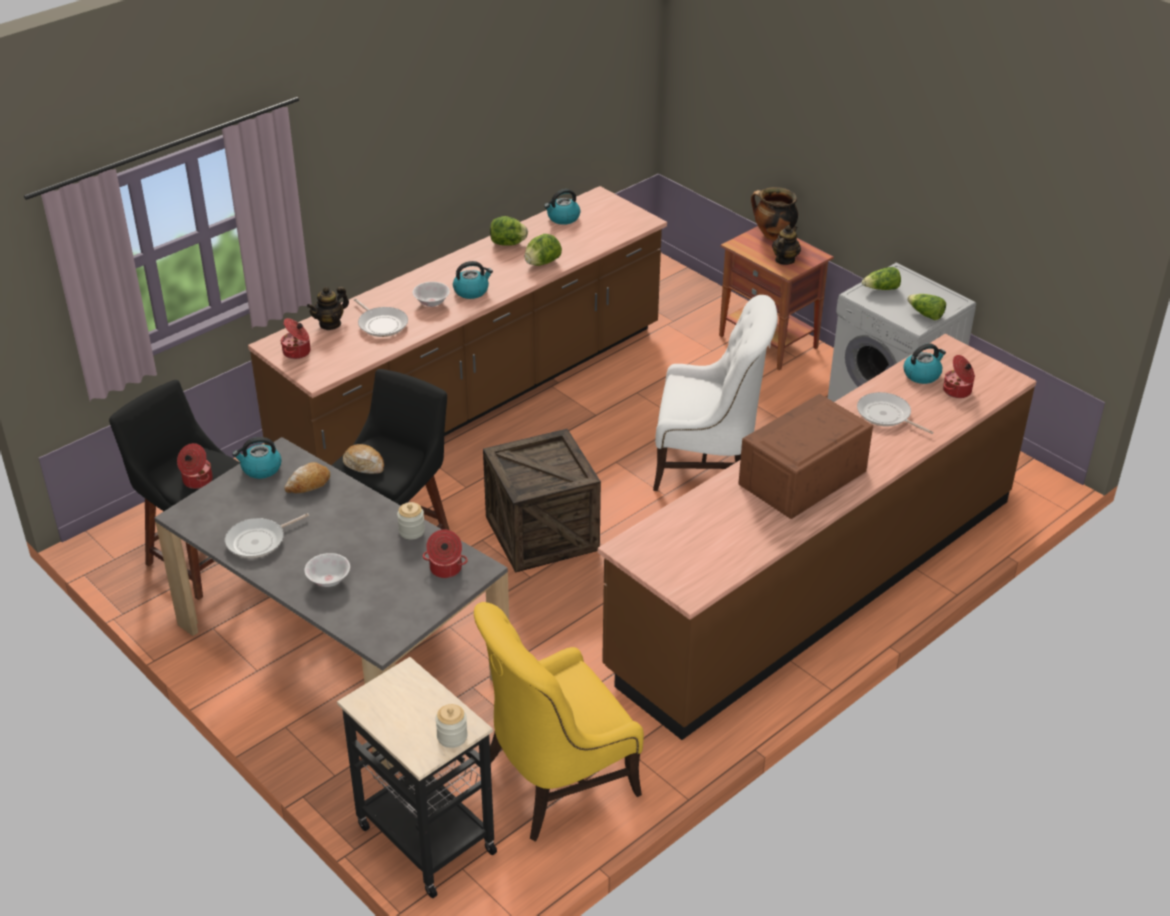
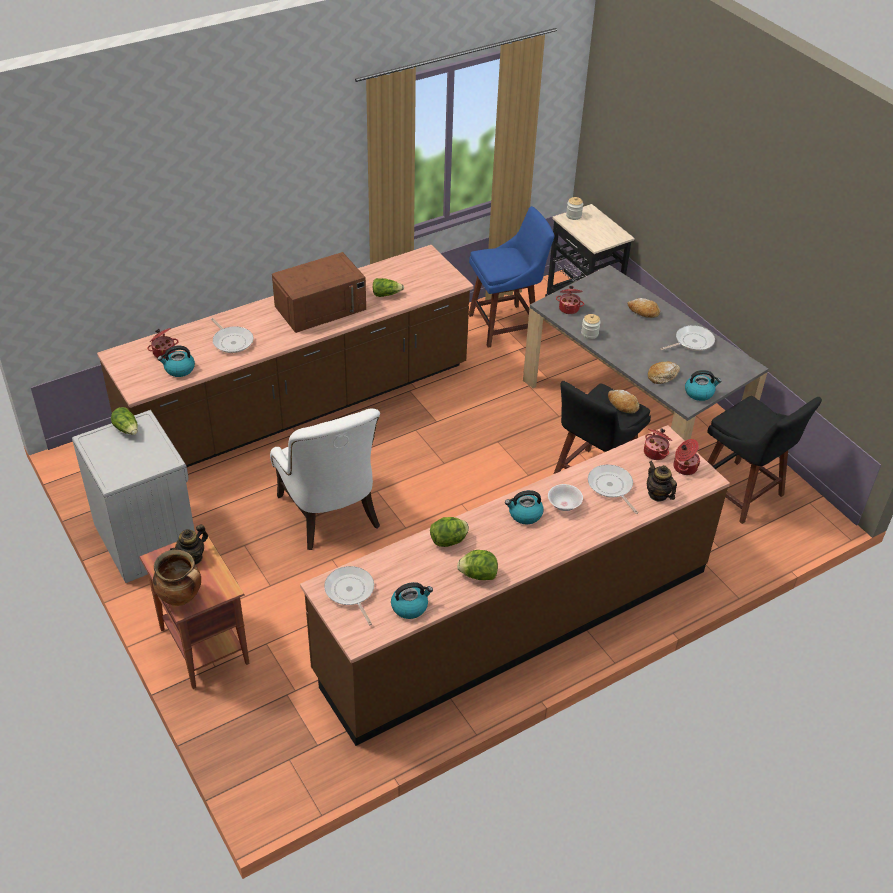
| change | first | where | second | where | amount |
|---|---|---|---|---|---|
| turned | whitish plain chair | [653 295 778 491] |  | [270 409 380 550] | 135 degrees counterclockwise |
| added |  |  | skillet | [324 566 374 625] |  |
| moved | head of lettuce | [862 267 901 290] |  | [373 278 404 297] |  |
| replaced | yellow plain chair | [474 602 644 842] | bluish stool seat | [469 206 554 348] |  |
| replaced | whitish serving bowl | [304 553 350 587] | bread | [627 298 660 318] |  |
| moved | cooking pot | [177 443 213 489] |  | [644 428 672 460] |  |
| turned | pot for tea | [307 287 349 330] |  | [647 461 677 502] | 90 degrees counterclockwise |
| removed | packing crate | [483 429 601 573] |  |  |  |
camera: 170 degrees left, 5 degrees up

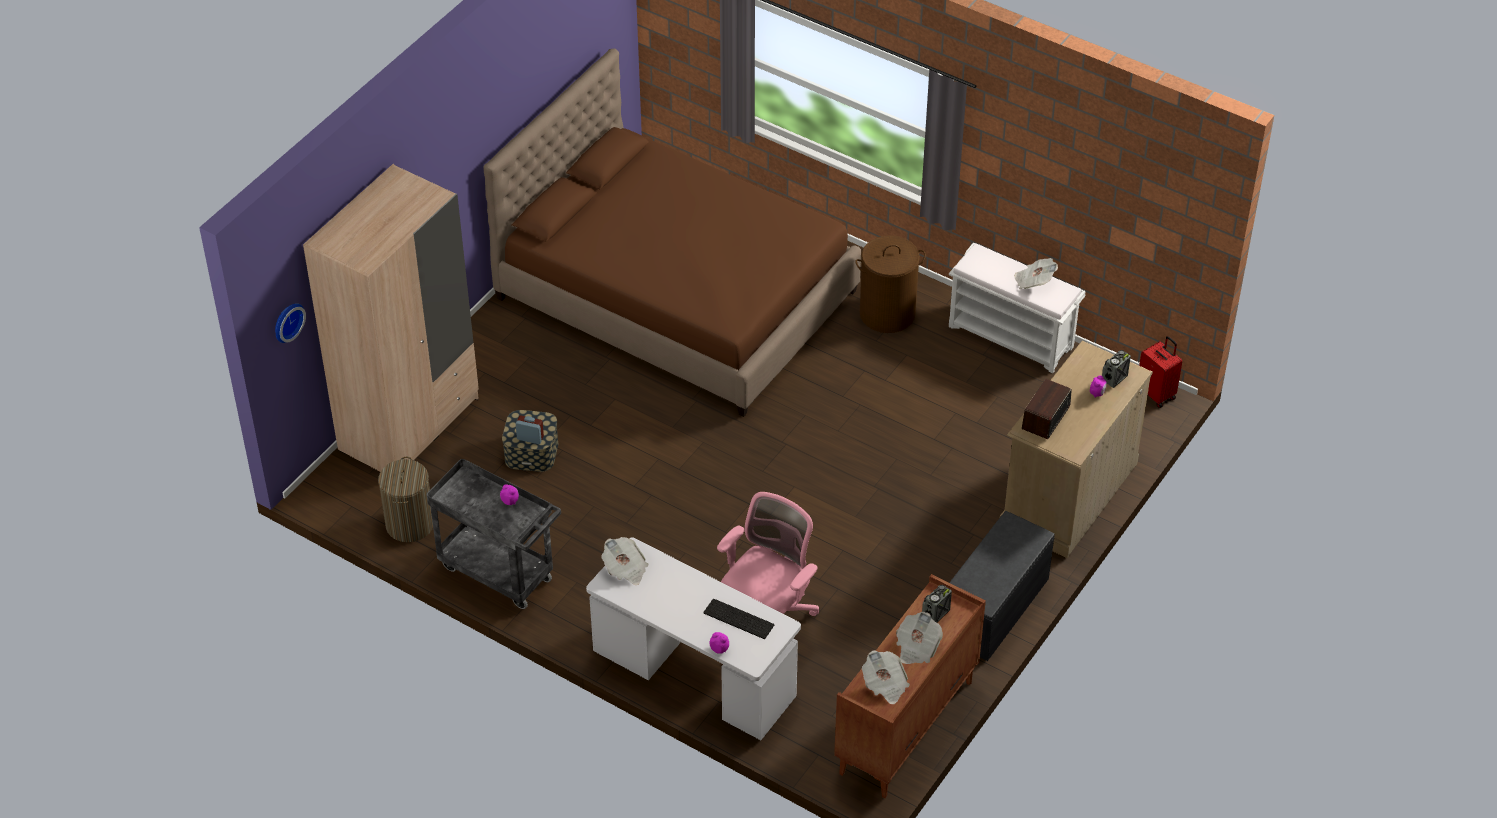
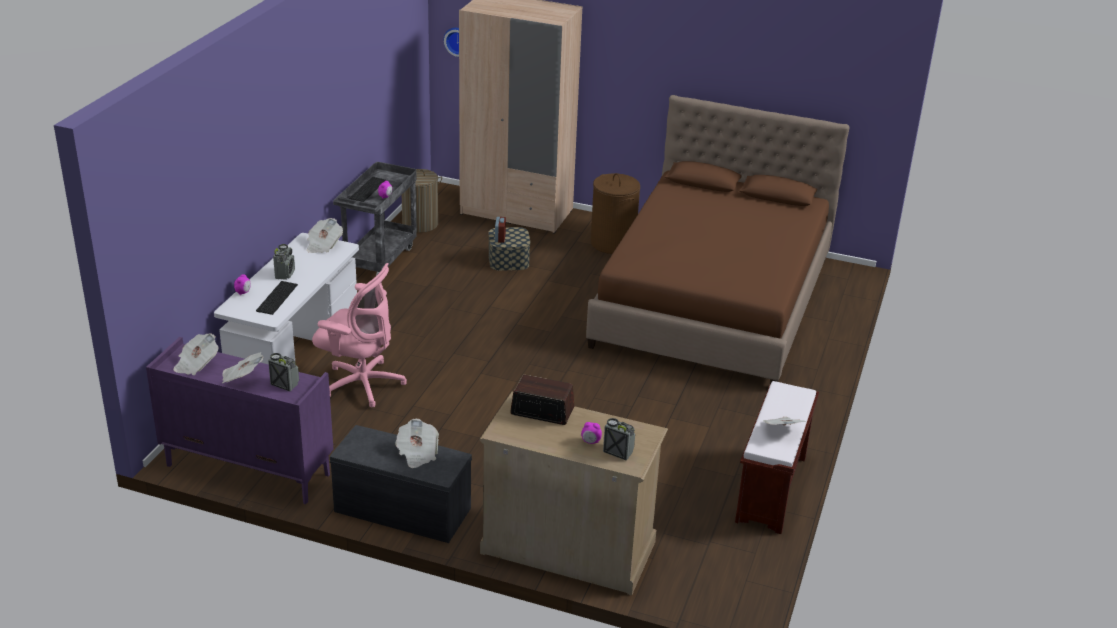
| change | first | where | second | where | amount |
|---|---|---|---|---|---|
| recoloured | brownish storage cabinet | [834 574 986 798] | purple-coloured storage cabinet | [146 337 333 504] |  |
| added |  |  | radio set | [273 244 295 280] |  |
| added |  |  | computer keyboard | [349 177 386 202] |  |
| added |  |  | daily paper | [395 419 439 468] |  |
| moved | brownish washing basket | [855 235 926 333] |  | [591 173 640 254] |  |
| recoloured | whitish long seat | [949 242 1086 373] | brownish long seat | [735 381 819 534] |  |
| removed | red piece of luggage | [1139 336 1182 408] |  |  |  |
camera: 75 degrees right, 15 degrees down

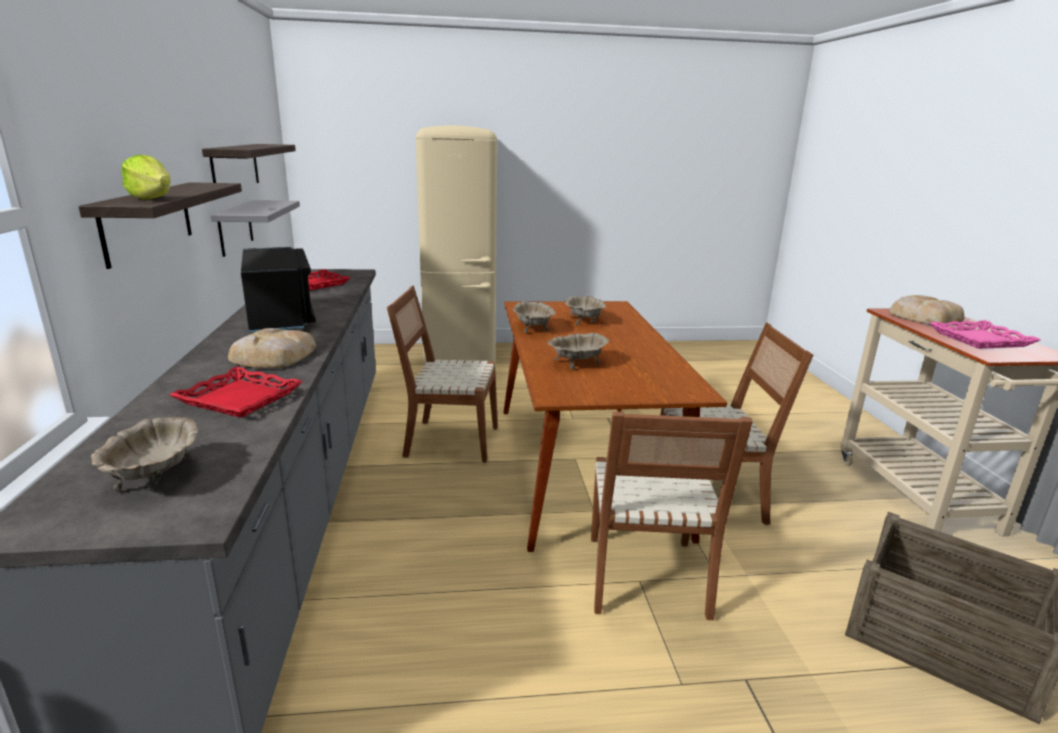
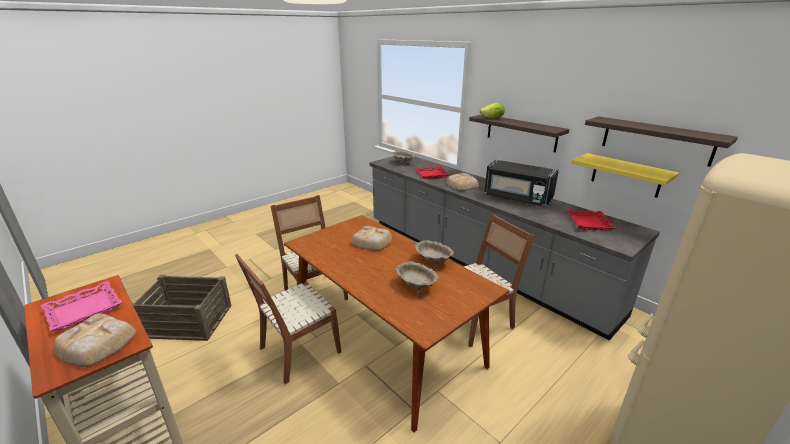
| change | first | where | second | where | amount |
|---|---|---|---|---|---|
| replaced | sand-coloured serving bowl | [547 333 609 369] | bread | [351 226 392 251] |  |
| recoloured | gray shelf | [210 200 300 257] | yellow shelf | [571 153 679 198] |  |
camera: 145 degrees right, 5 degrees up

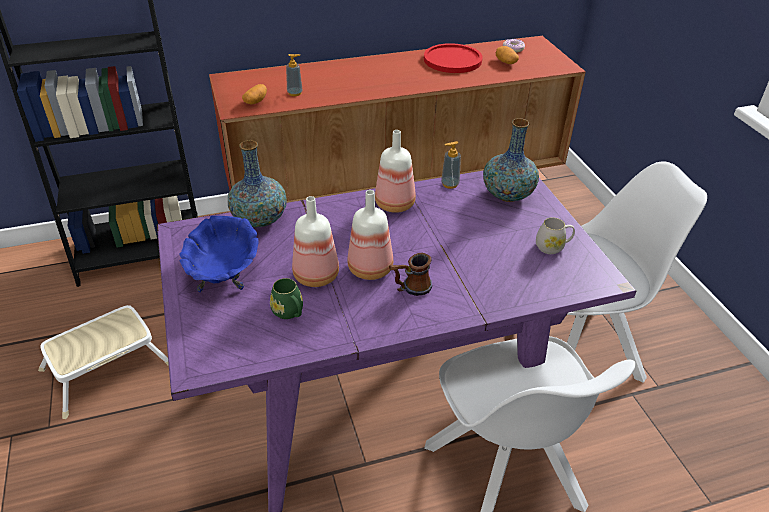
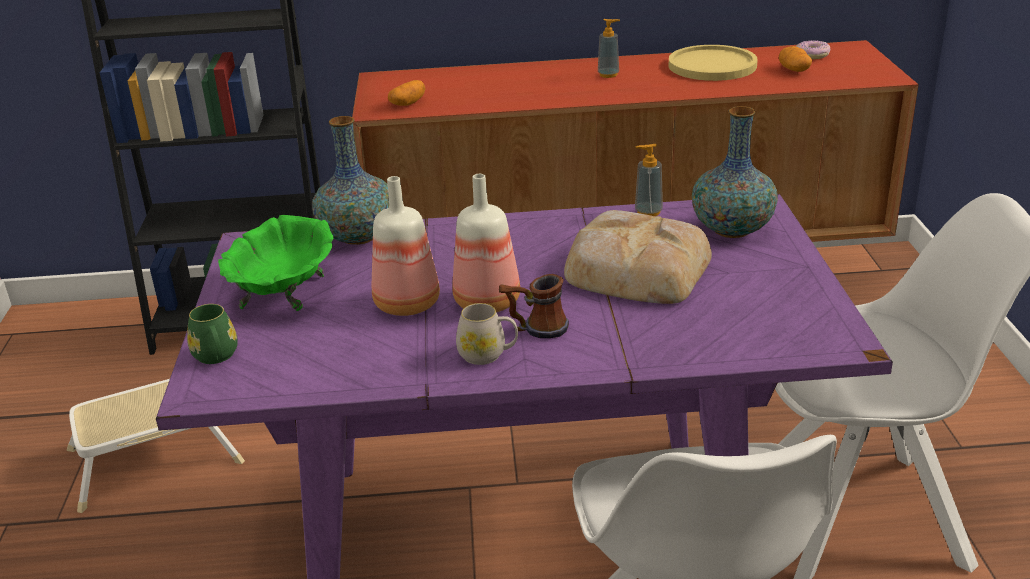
| change | first | where | second | where | amount |
|---|---|---|---|---|---|
| moved | green mug | [270 278 303 319] |  | [187 304 238 364] |  |
| recoloured | bluish serving bowl | [179 216 259 292] | green serving bowl | [218 215 333 311] |  |
| moved | whitish mug | [536 217 575 254] |  | [456 303 518 365] |  |
| added |  |  | bread | [564 210 712 304] |  |
| moved | soap dispenser | [286 54 303 96] |  | [598 19 620 78] |  |
| recoloured | red flat dish | [424 43 482 73] | yellow flat dish | [668 45 758 81] |  |
| removed | drink bottle | [375 130 416 213] |  |  |  |
camera: 15 degrees right, 10 degrees down

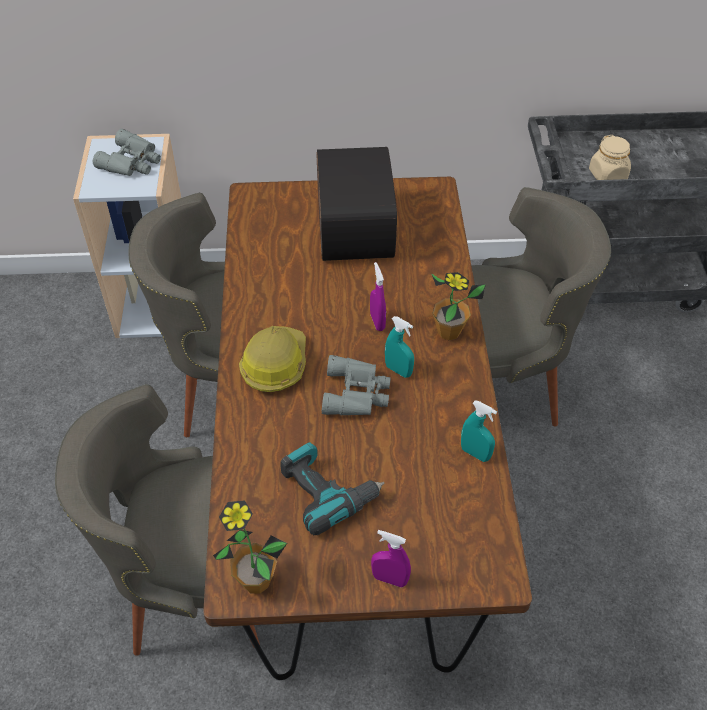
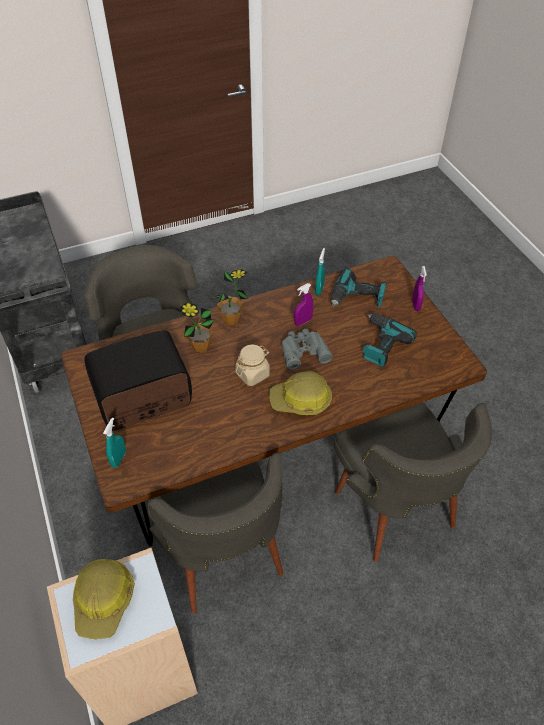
| change | first | where | second | where | amount |
|---|---|---|---|---|---|
| replaced | gray binoculars | [93 129 161 176] | hard hat | [73 559 135 639] |  |
| moved | turquoise sprayer | [385 316 414 378] |  | [103 417 126 468] |  |
| moved | plant in a pot | [213 500 287 594] |  | [180 301 214 353] |  |
| moved | sand-coloured jar | [589 135 631 180] |  | [235 344 270 386] |  |
| moved | purple-coloured sprayer | [370 262 386 331] |  | [294 283 313 326] |  |
| added |  |  | drill | [330 269 387 307] |  |
camera: 110 degrees left, 0 degrees up

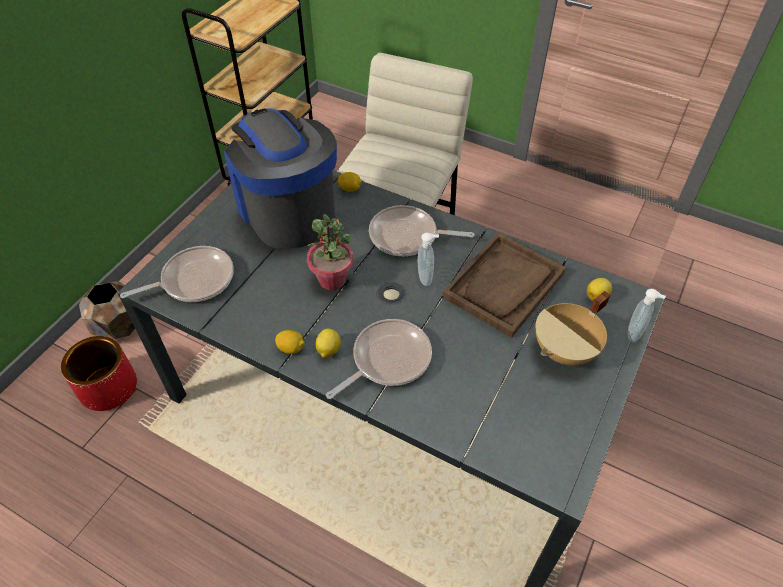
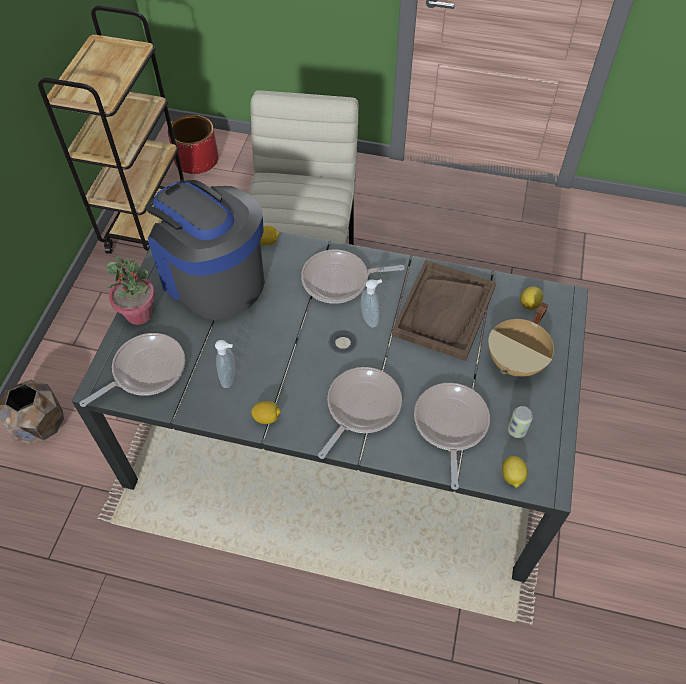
| change | first | where | second | where | amount |
|---|---|---|---|---|---|
| moved | plant in a pot | [307 214 353 290] |  | [107 256 155 325] |  |
| moved | red planter | [61 336 137 411] |  | [168 115 218 174] |  |
| moved | soap dispenser | [628 289 666 342] |  | [215 340 235 388] |  |
| added |  |  | skillet | [414 383 490 490] |  |
| moved | citrus fruit | [315 328 341 358] |  | [502 456 528 488] |  |
| added |  |  | sealed can | [507 406 533 438] |  |
camera: 15 degrees left, 5 degrees up

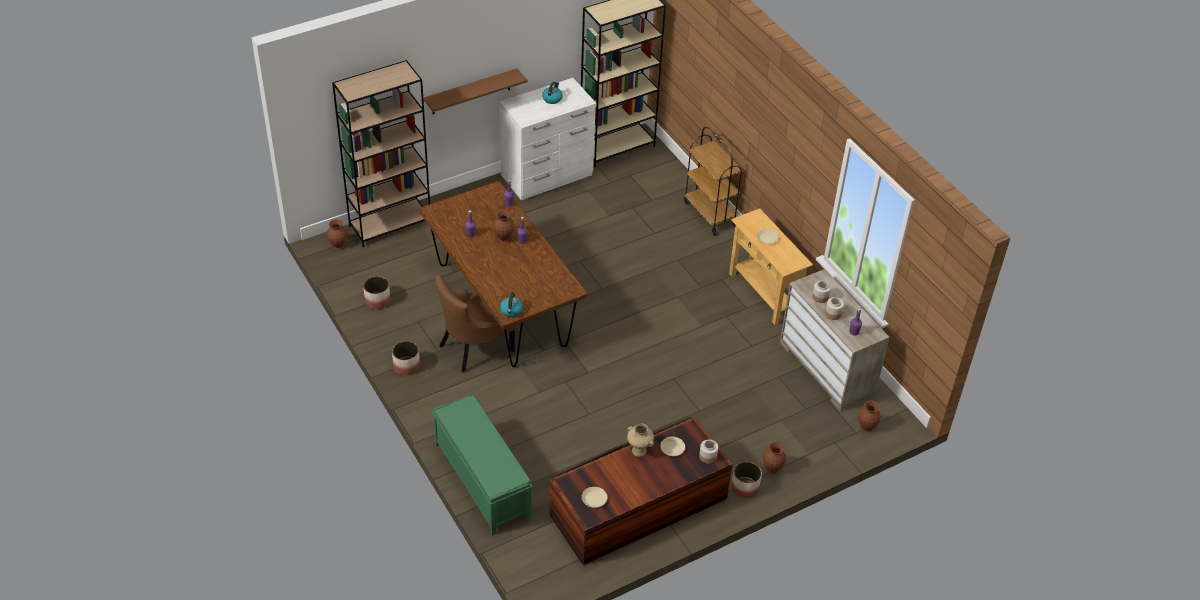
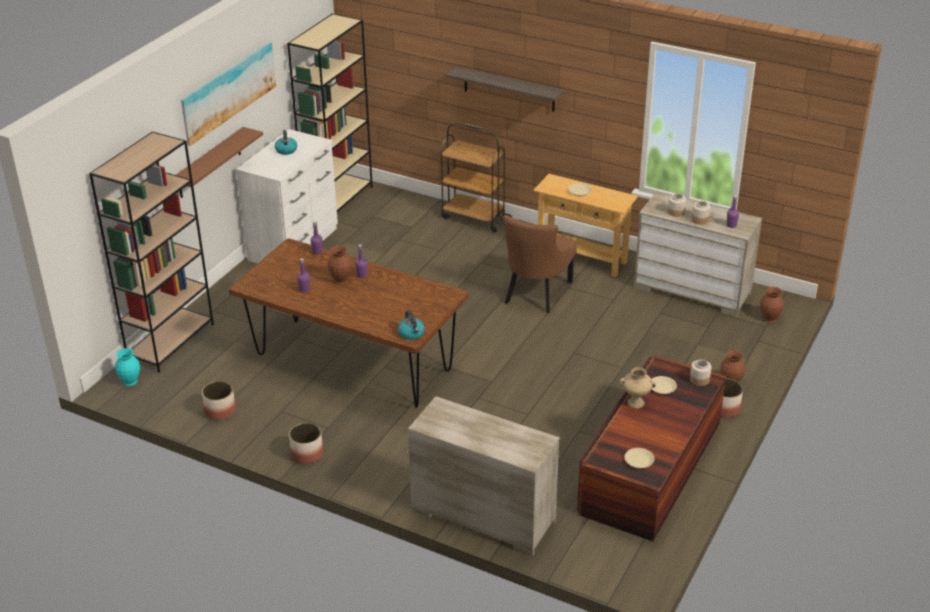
| change | first | where | second | where | amount |
|---|---|---|---|---|---|
| recoloured | brownish flower vase | [327 219 347 249] | turquoise flower vase | [115 348 140 386] |  |
| added |  |  | wall picture | [181 42 276 146] |  |
| replaced | green long seat | [432 395 533 535] | sand-coloured drawer chest | [408 396 560 556] |  |
| added |  |  | shelf | [446 66 564 112] |  |
| moved | brownish plain chair | [436 274 518 373] |  | [503 215 577 313] |  |
camera: 30 degrees left, 10 degrees down

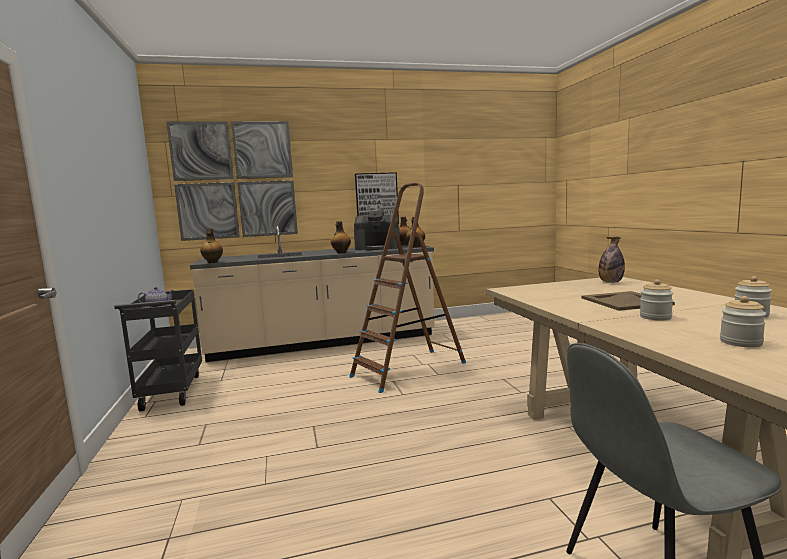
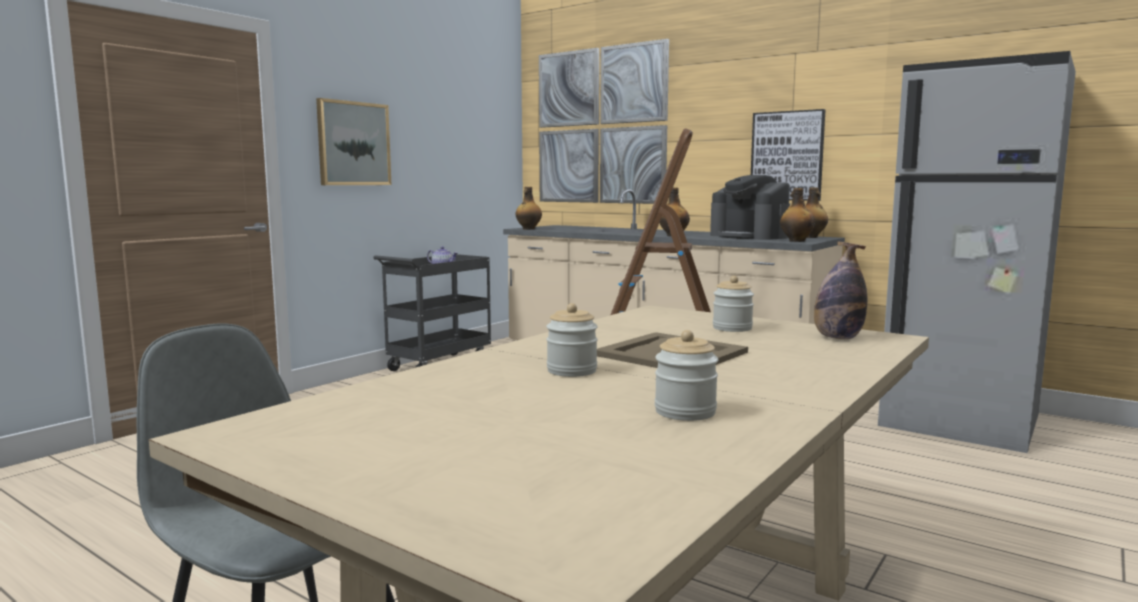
| change | first | where | second | where | amount |
|---|---|---|---|---|---|
| added |  |  | wall picture | [316 98 391 185] |  |
| moved | jar | [720 296 766 347] |  | [713 276 754 332] |  |
| added |  |  | gray refrigerator | [878 51 1076 453] |  |
camera: 50 degrees right, 0 degrees up

